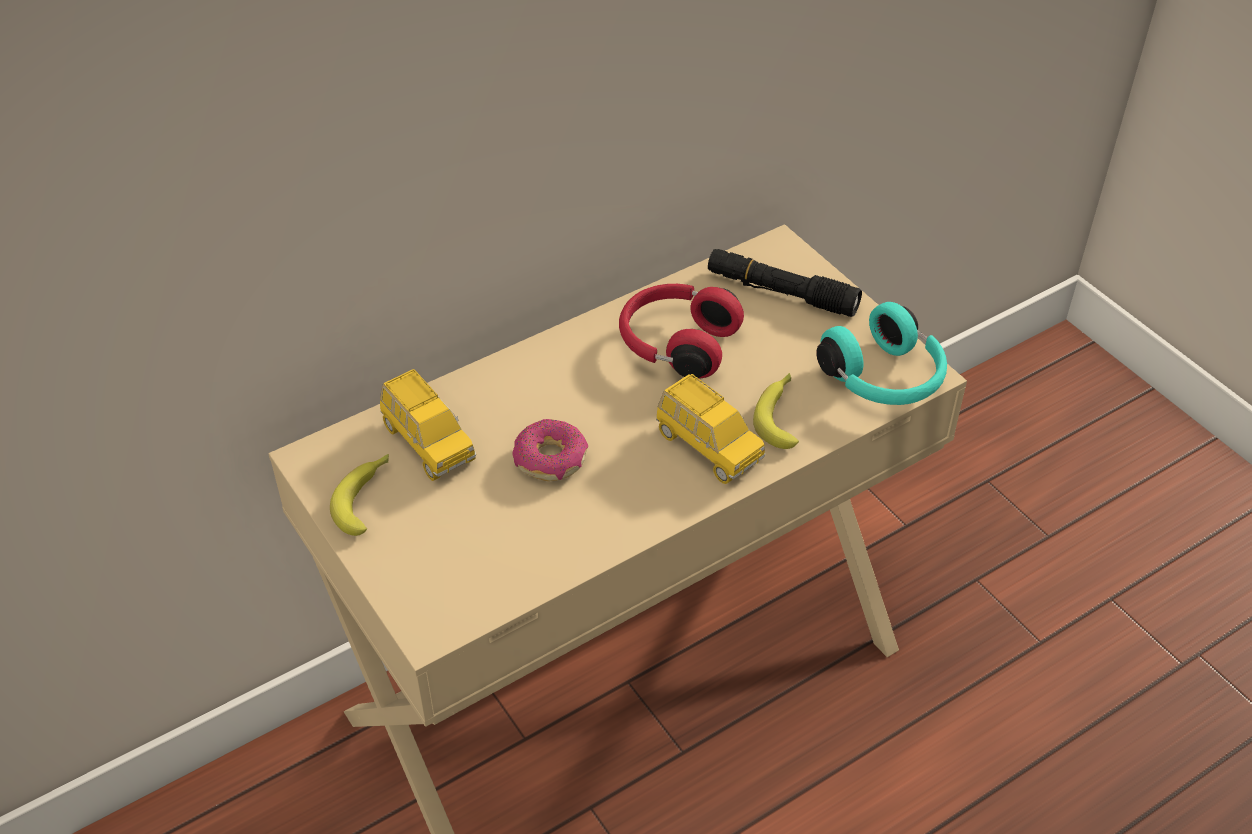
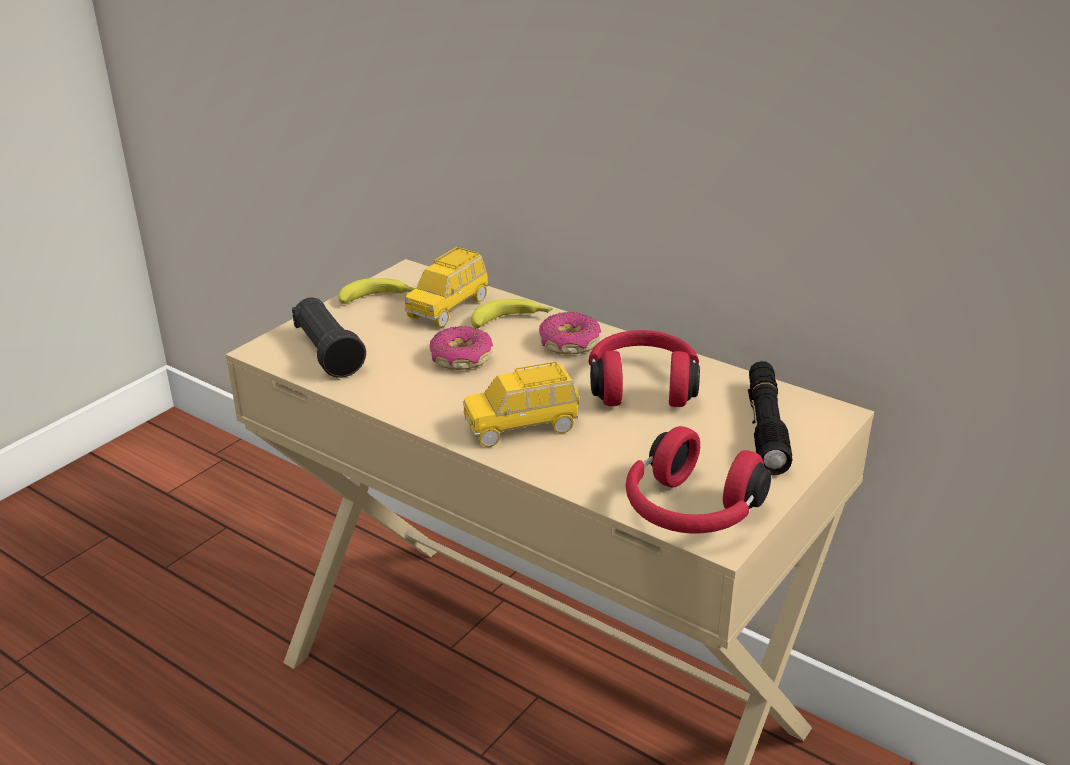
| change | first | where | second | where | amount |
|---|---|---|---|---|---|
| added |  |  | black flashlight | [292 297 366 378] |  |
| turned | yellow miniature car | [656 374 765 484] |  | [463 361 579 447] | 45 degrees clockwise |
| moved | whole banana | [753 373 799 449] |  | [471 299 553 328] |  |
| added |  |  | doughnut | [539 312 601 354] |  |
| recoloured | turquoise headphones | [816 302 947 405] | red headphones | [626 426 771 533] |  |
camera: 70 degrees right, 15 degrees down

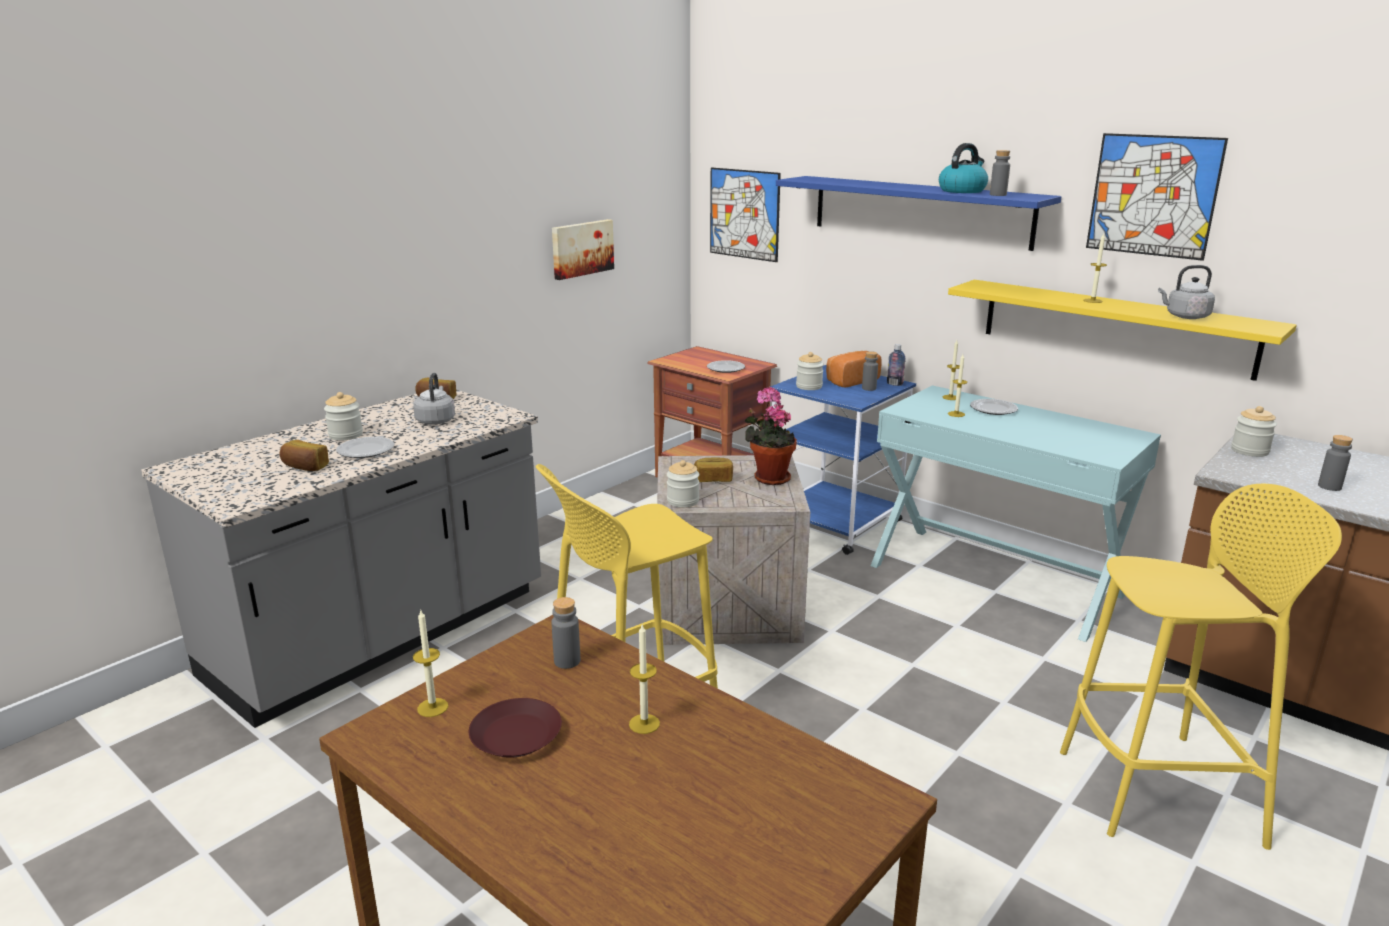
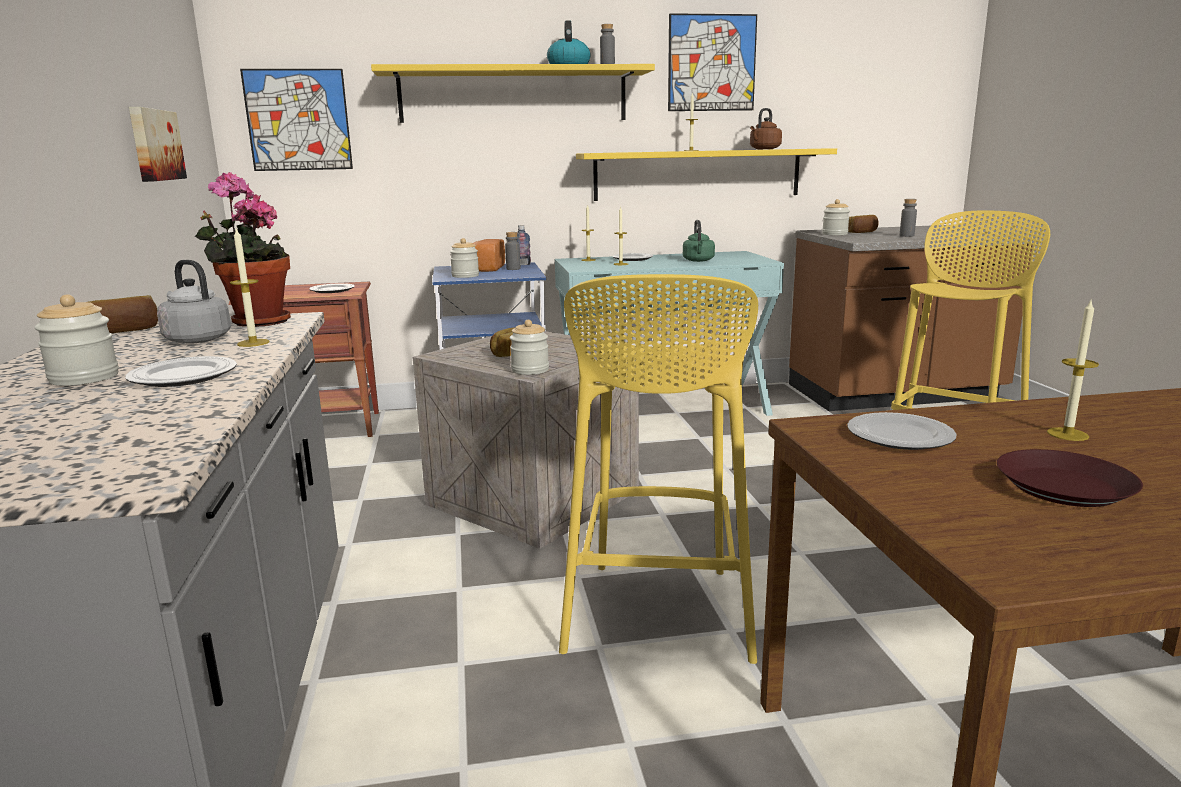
| change | first | where | second | where | amount |
|---|---|---|---|---|---|
| moved | plant in a pot | [745 387 797 485] |  | [195 172 291 327] |  |
| moved | candle | [413 609 448 717] |  | [230 229 269 347] |  |
| recoloured | bluish shelf | [776 176 1062 251] | yellow shelf | [371 64 655 123] |  |
| added |  |  | green water kettle | [683 220 715 262] |  |
| recoloured | gray water kettle | [1158 265 1215 319] | brownish water kettle | [750 108 782 149] |  |
| replaced | gray drink bottle | [552 597 580 669] | flat dish | [847 412 957 450] |  |
| moved | bread | [279 440 329 471] |  | [848 215 879 233] |  |
camera: 50 degrees left, 5 degrees down

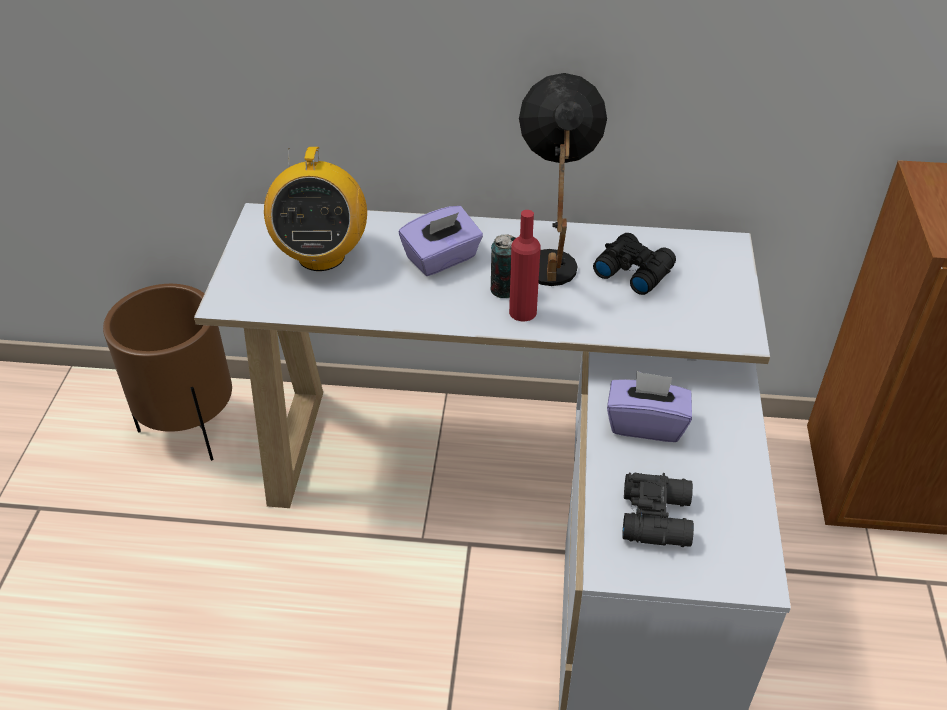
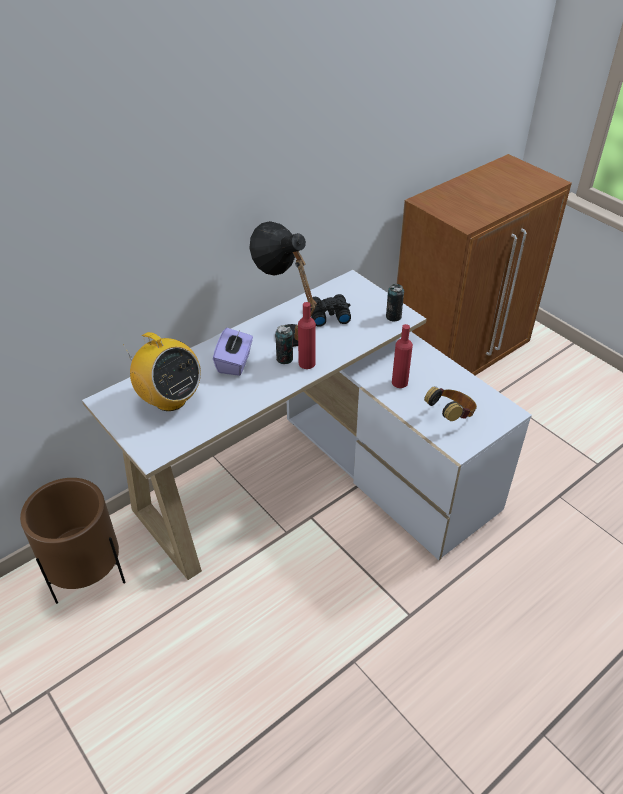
| change | first | where | second | where | amount |
|---|---|---|---|---|---|
| added |  |  | sealed can | [386 284 404 322] |  |
| replaced | purple-coloured box of tissues | [607 371 692 442] | red drink bottle | [392 324 413 388] |  |
| replaced | black binoculars | [622 473 694 547] | headphones | [424 386 477 421] |  |
camera: 45 degrees left, 0 degrees up

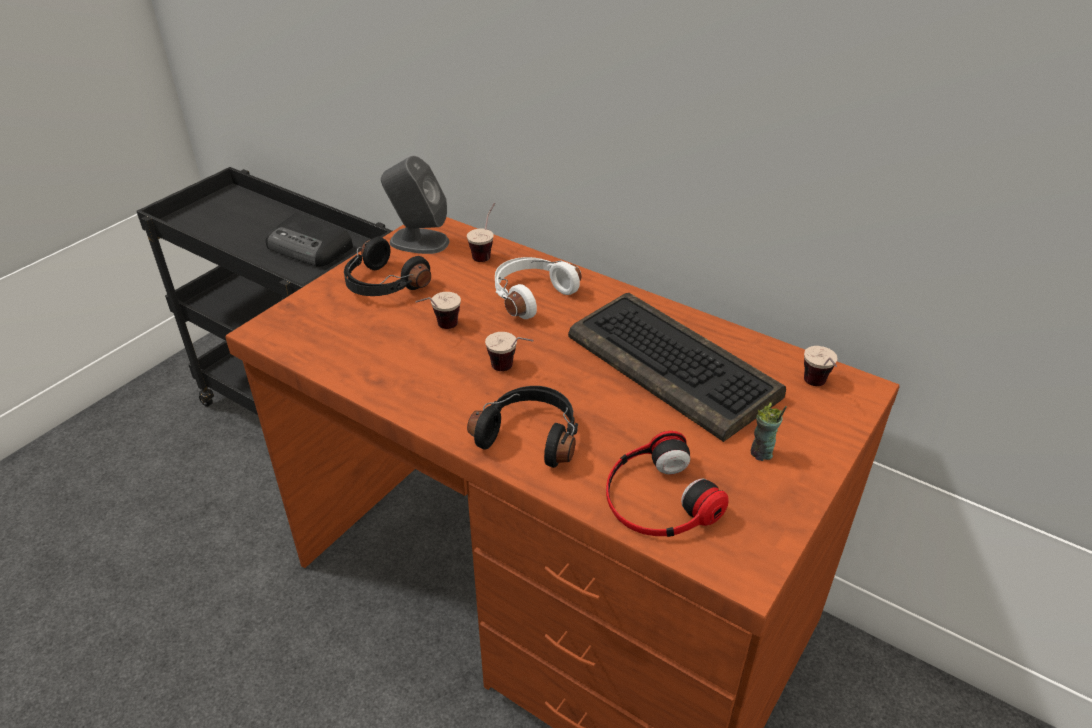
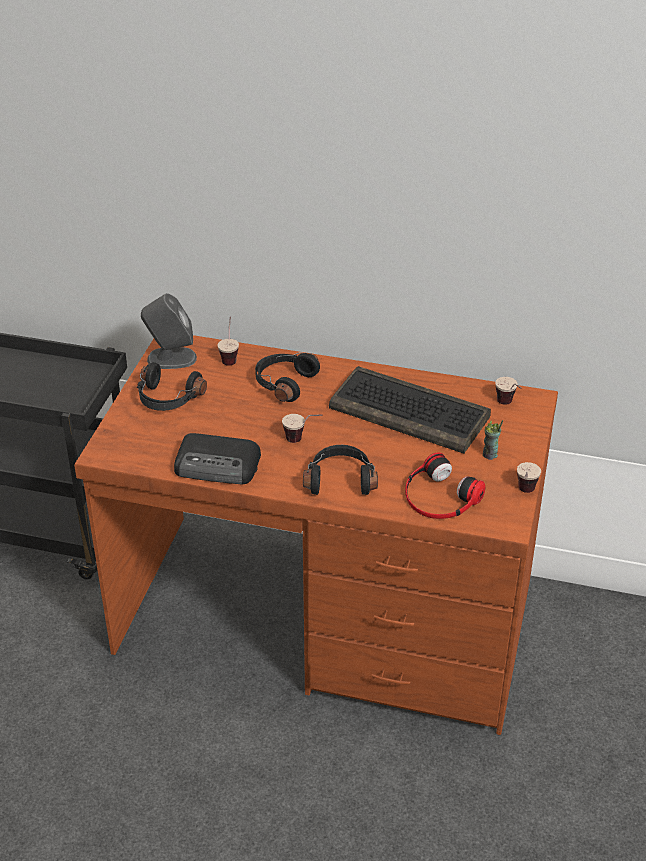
| change | first | where | second | where | amount |
|---|---|---|---|---|---|
| moved | radio set | [266 213 353 267] |  | [174 433 261 485] |  |
| recoloured | whitish headphones | [495 257 582 319] | black headphones | [255 352 320 402] |  |
| moved | cup | [416 292 461 329] |  | [517 462 541 493] |  |
camera: 20 degrees left, 0 degrees up

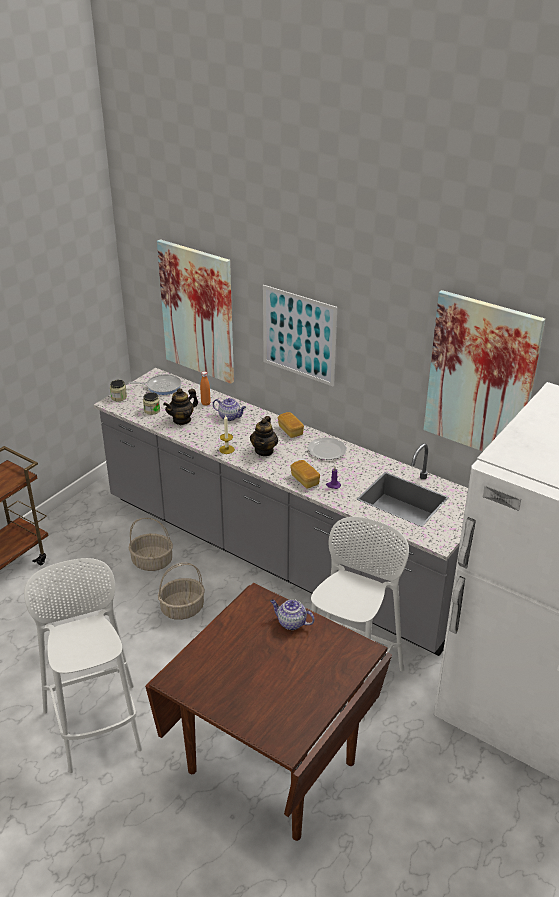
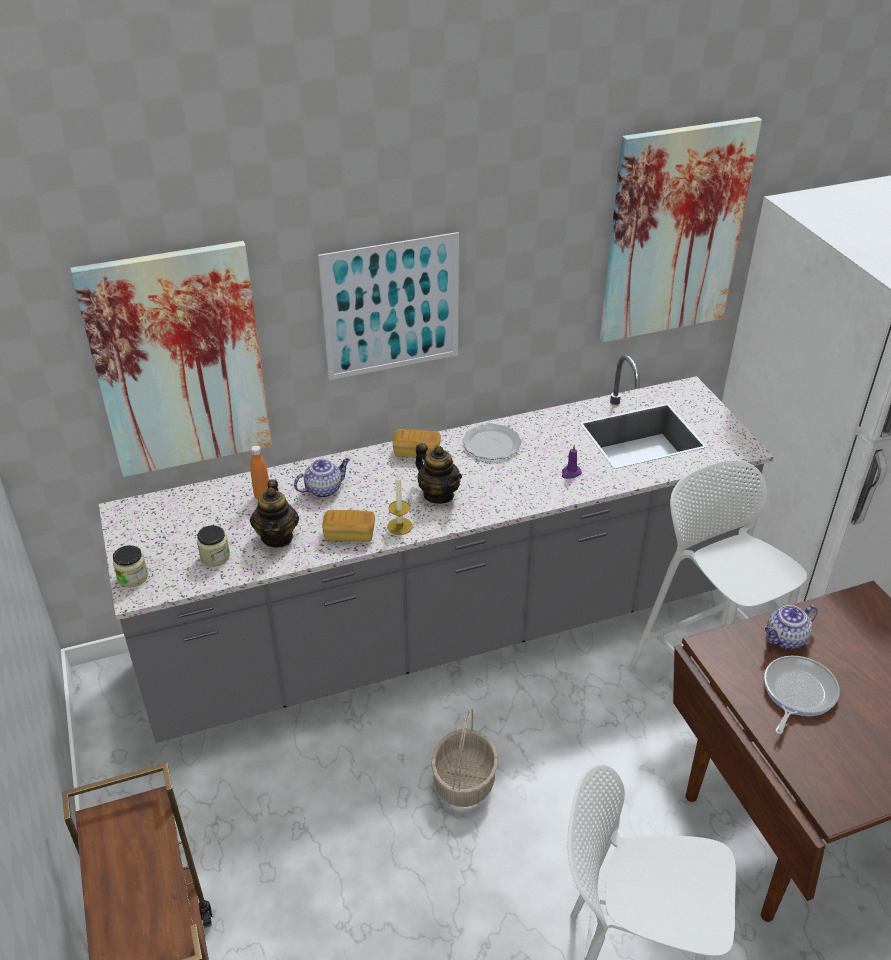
| change | first | where | second | where | amount |
|---|---|---|---|---|---|
| moved | bread | [290 460 320 489] |  | [322 510 375 542] |  |
| moved | skillet | [128 374 182 395] |  | [764 656 840 734] |  |
| removed | household basket | [128 518 173 571] |  |  |  |
camera: 55 degrees left, 5 degrees up

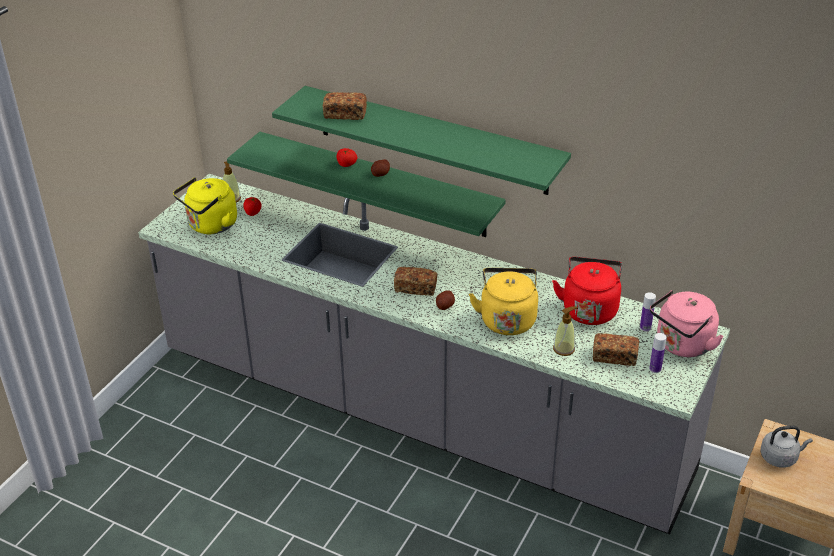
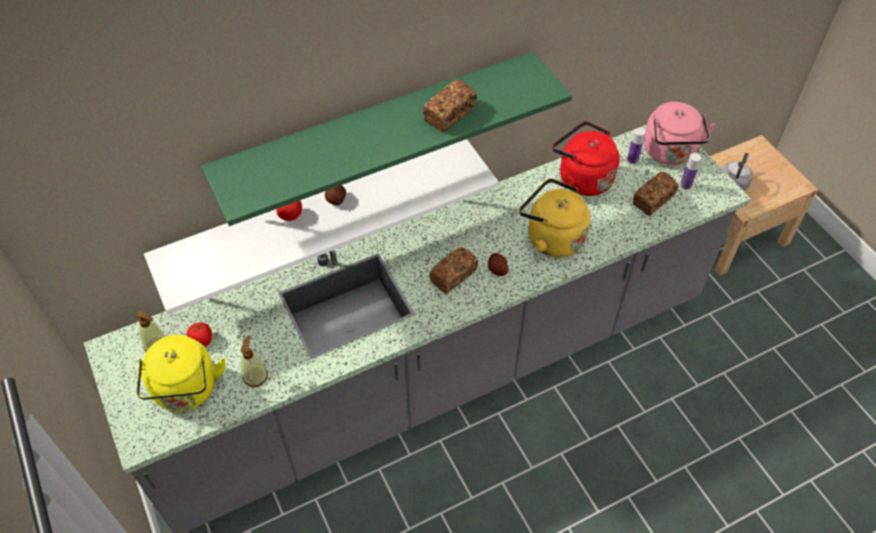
| change | first | where | second | where | amount |
|---|---|---|---|---|---|
| recoloured | green shelf | [227 132 506 237] | whitish shelf | [144 139 499 314] |  |
| moved | soap dispenser | [553 306 578 356] |  | [240 336 268 387] |  |
| moved | bread | [323 92 367 120] |  | [423 80 477 132] |  |
camera: 55 degrees left, 15 degrees up

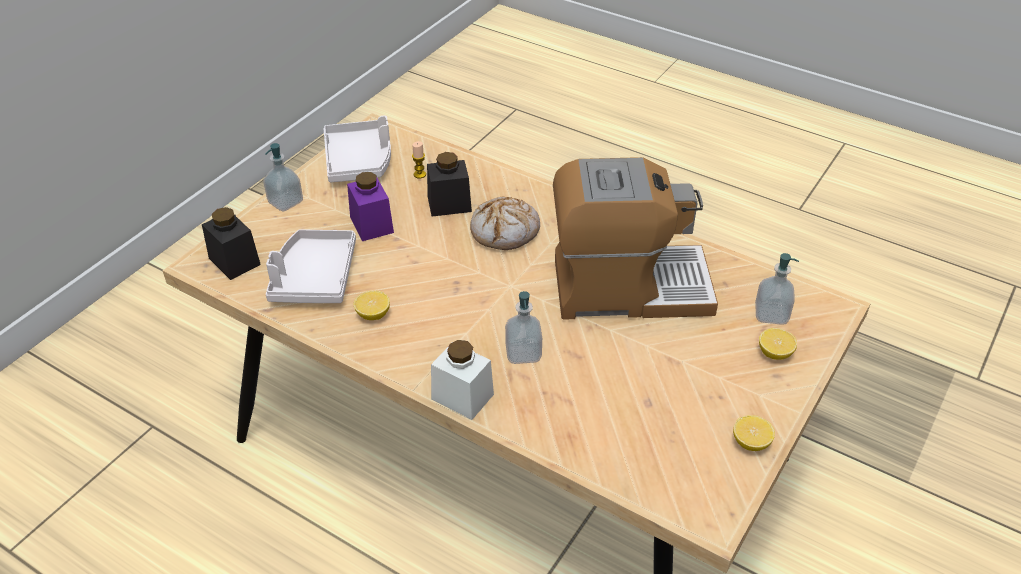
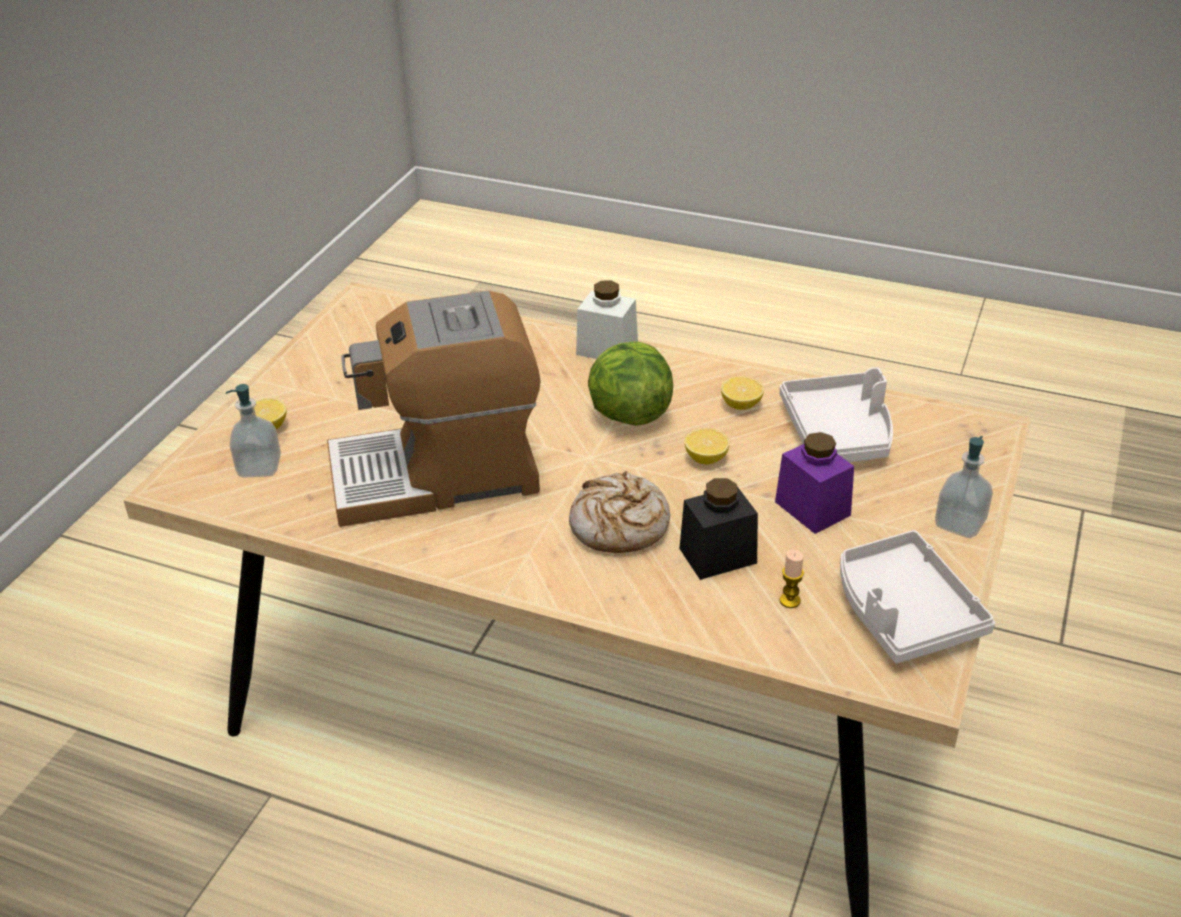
| change | first | where | second | where | amount |
|---|---|---|---|---|---|
| added |  |  | head of lettuce | [588 341 673 426] |  |
| moved | citrus fruit | [733 415 775 451] |  | [685 428 730 465] |  |
| removed | black jar | [202 207 261 280] |  |  |  |
| removed | soap dispenser | [505 291 542 364] |  |  |  |
camera: 170 degrees right, 5 degrees down

